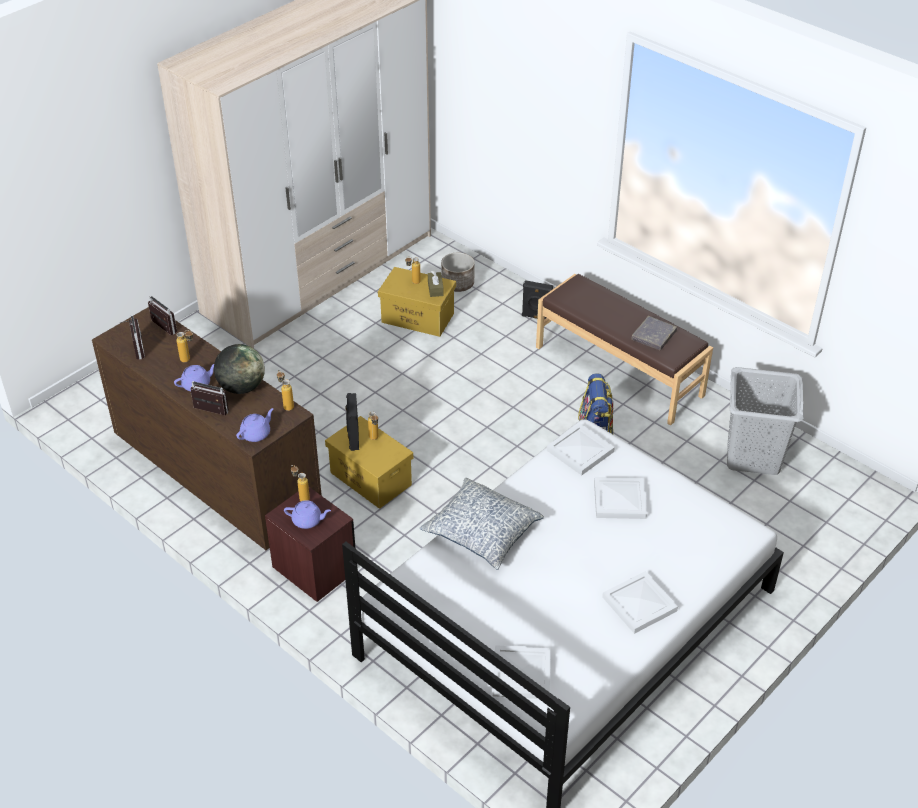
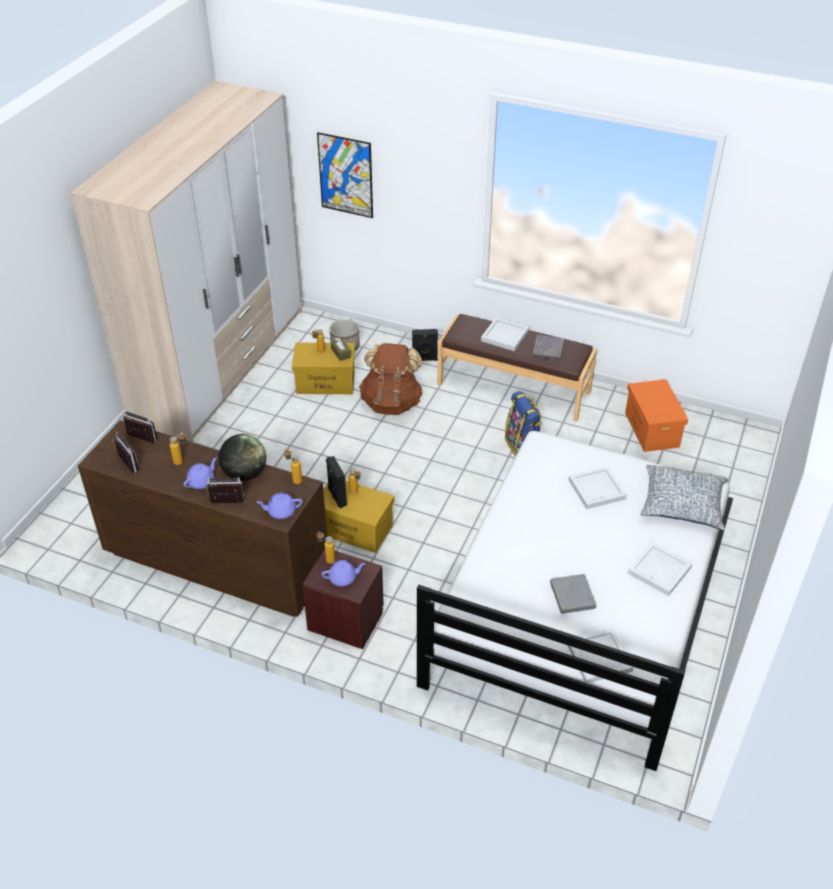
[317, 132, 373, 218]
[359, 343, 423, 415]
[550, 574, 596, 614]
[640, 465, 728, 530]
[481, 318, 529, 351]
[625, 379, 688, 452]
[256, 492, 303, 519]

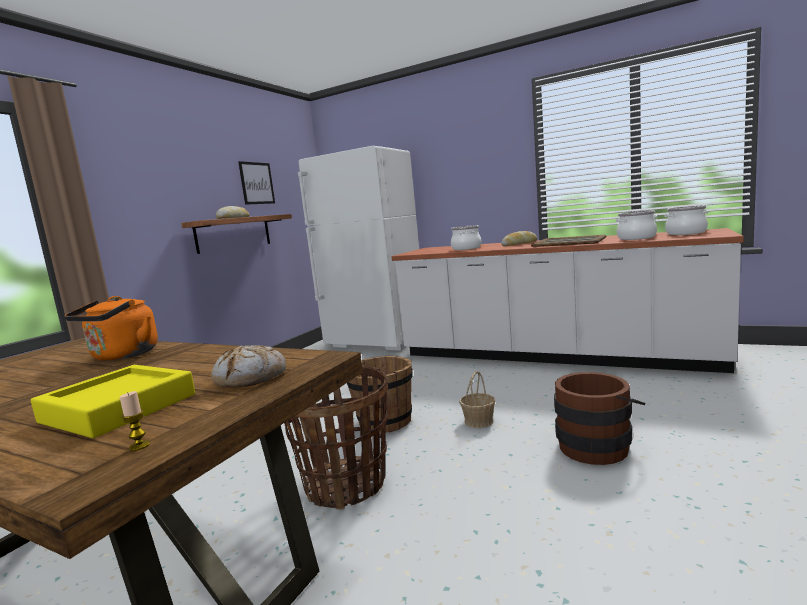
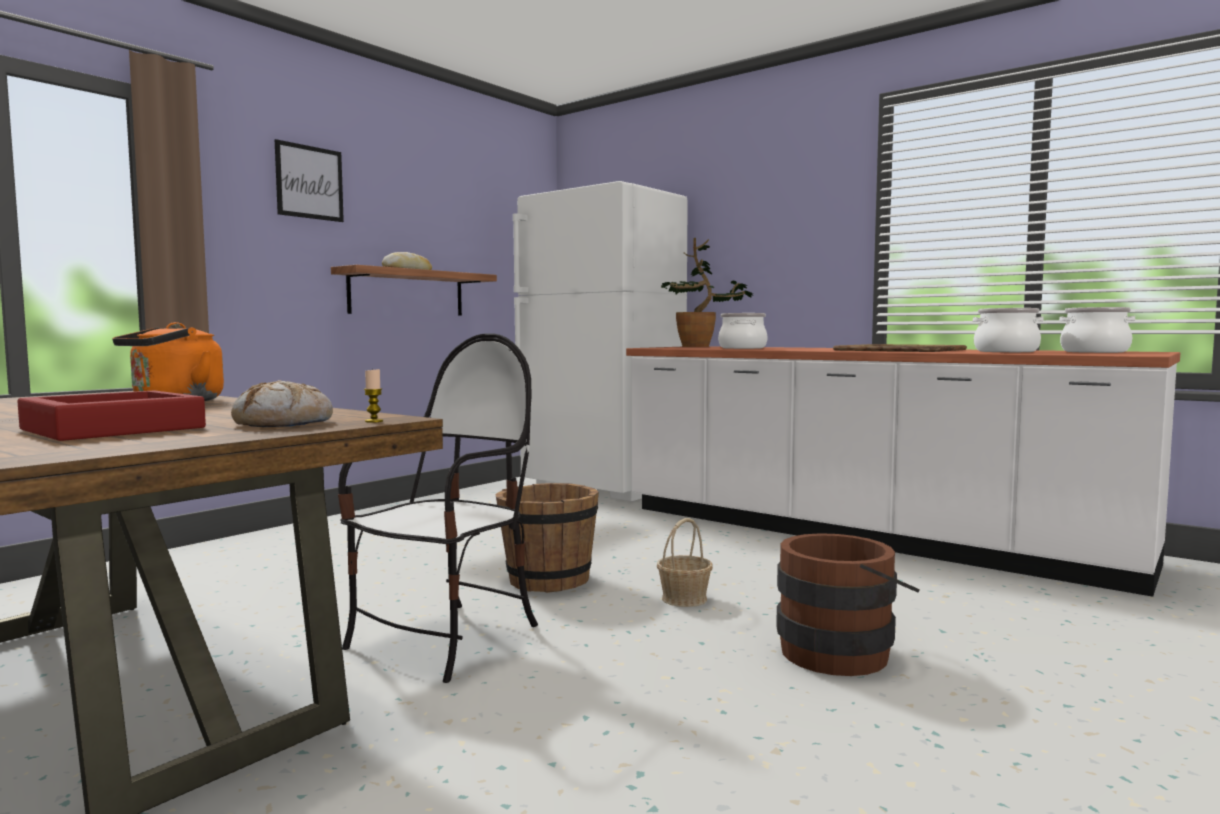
[501, 231, 537, 246] (first image)
[661, 238, 753, 347]
[364, 368, 383, 423]
[275, 139, 344, 222]
[338, 334, 538, 683]
[17, 390, 206, 441]

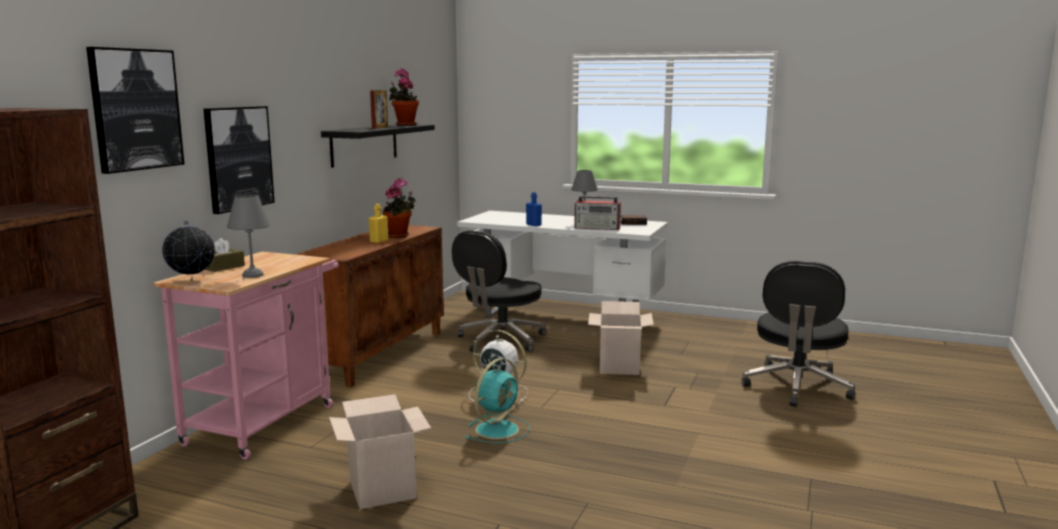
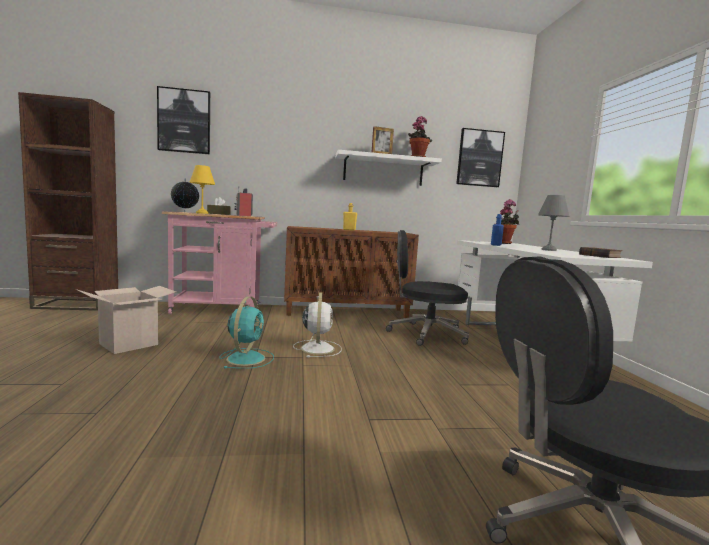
[588, 301, 654, 375] (first image)
[456, 128, 505, 187]
[500, 199, 519, 244]
[234, 186, 253, 217]
[190, 165, 215, 214]
[335, 150, 442, 186]
[219, 296, 274, 369]

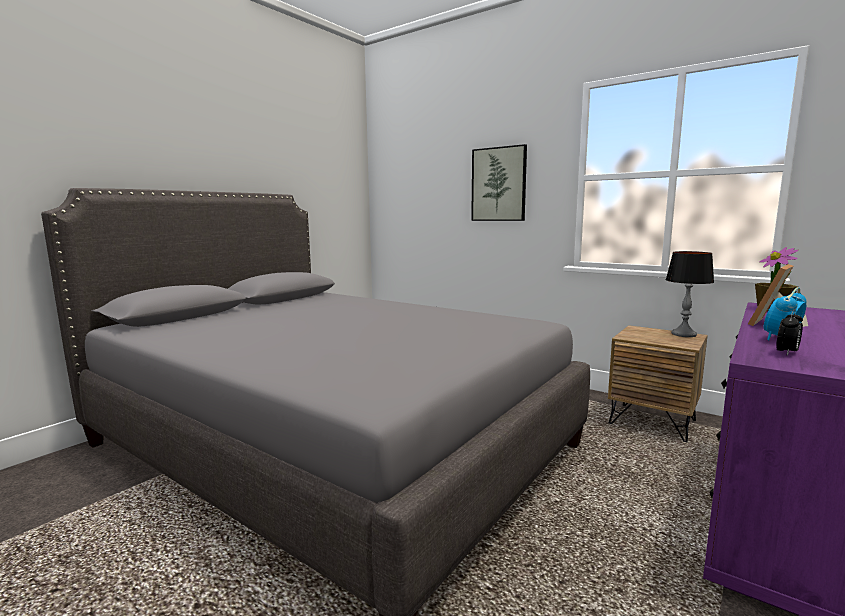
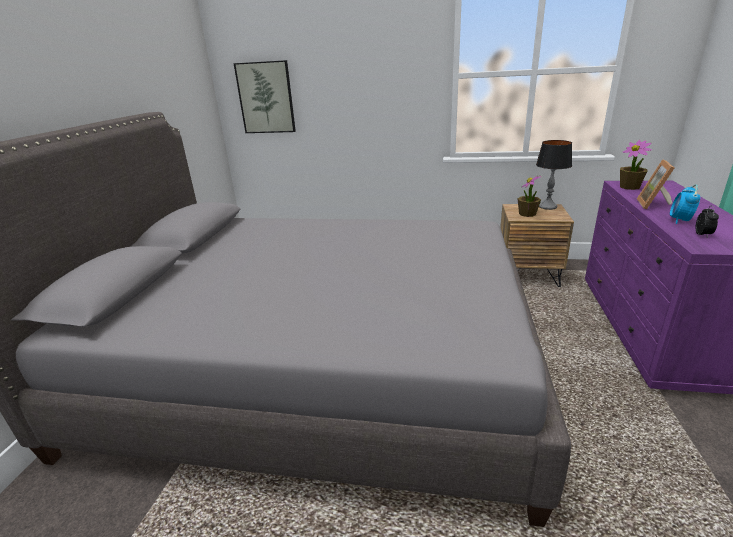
[518, 176, 541, 217]
[234, 60, 296, 133]

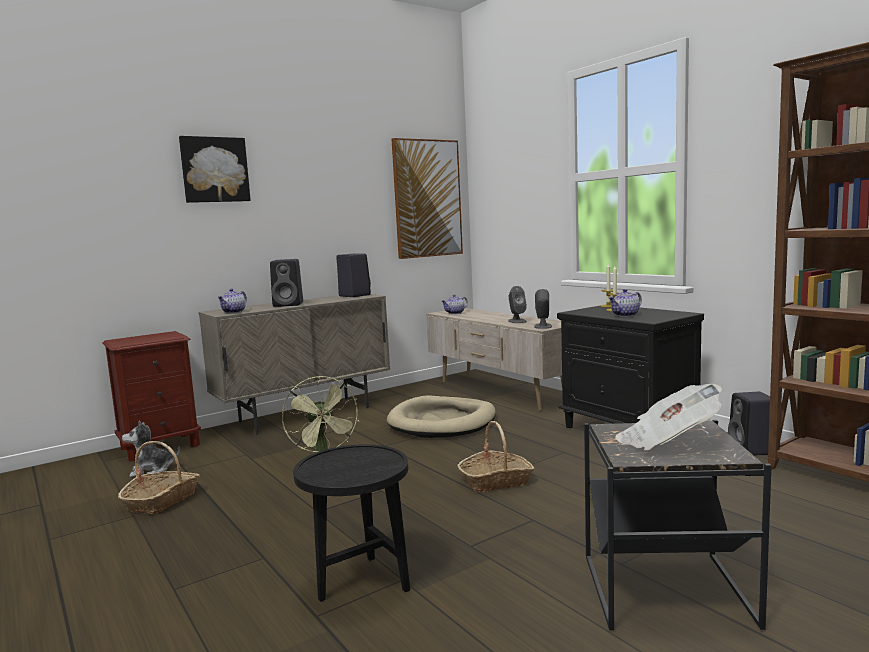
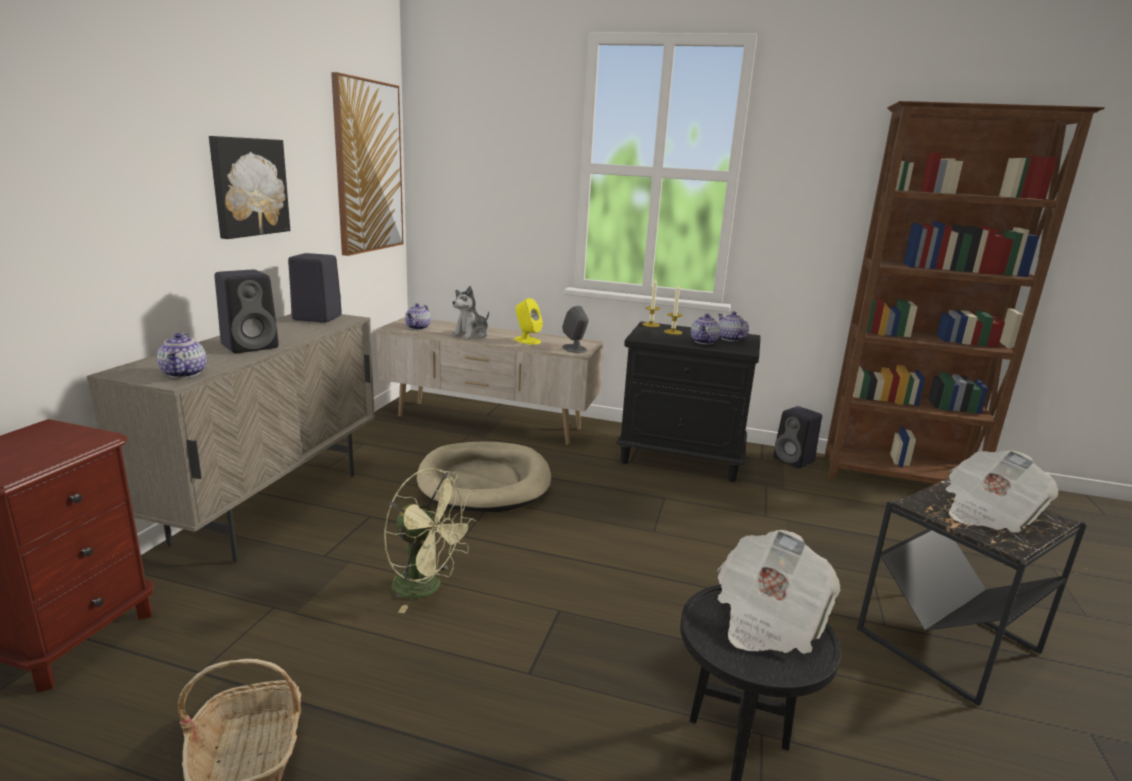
[458, 421, 535, 492] (first image)
[717, 530, 841, 654]
[718, 312, 749, 341]
[451, 286, 489, 340]
[209, 136, 290, 239]
[514, 298, 543, 345]

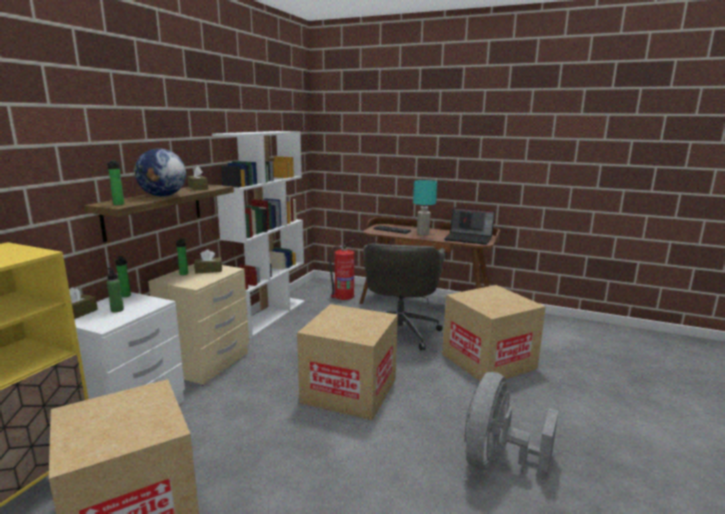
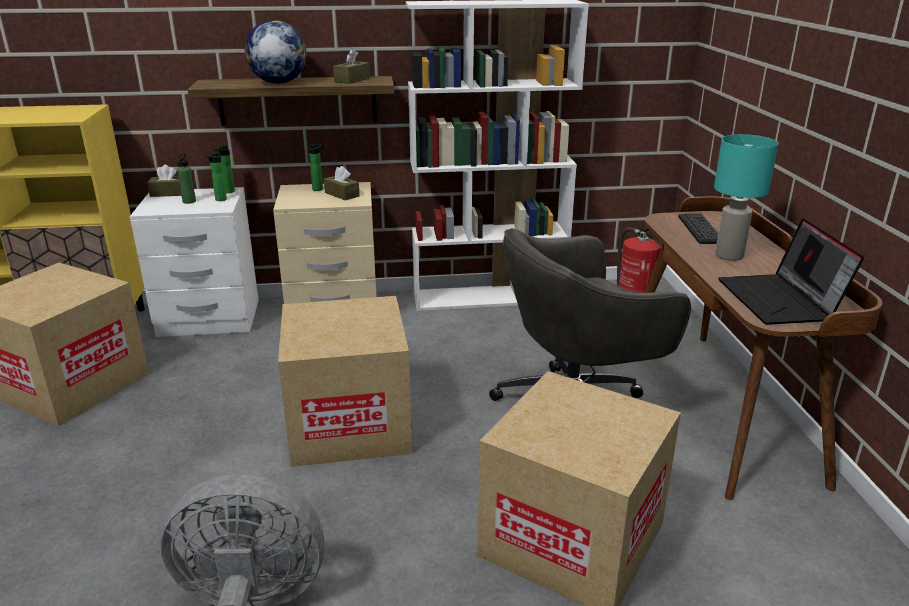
[204, 152, 227, 201]

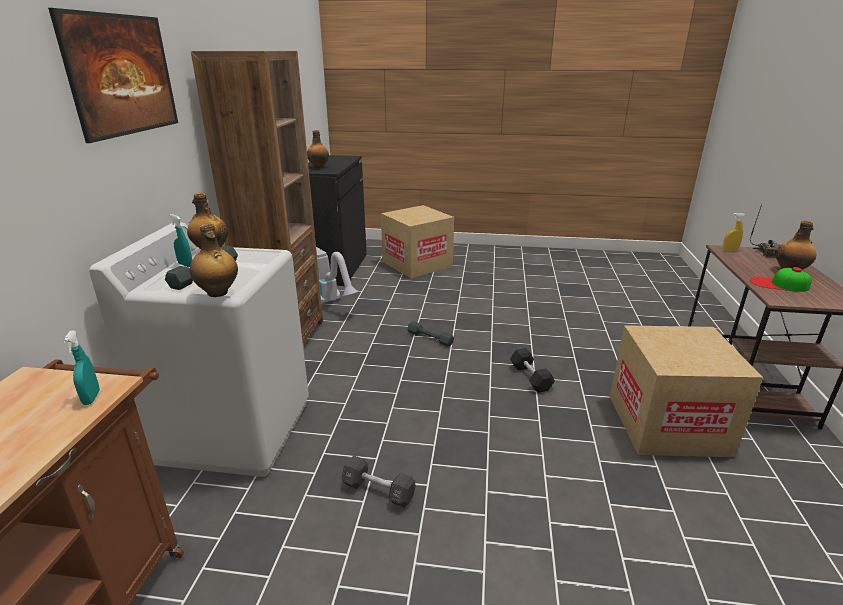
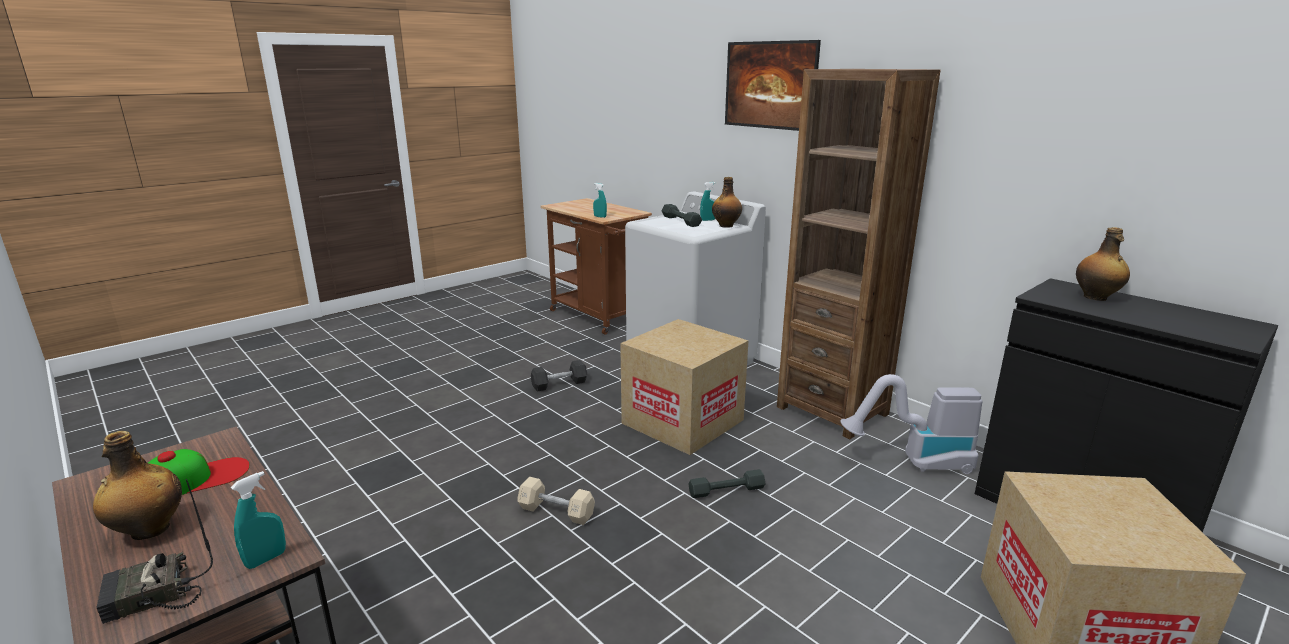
[190, 224, 238, 297] (first image)
[620, 319, 748, 455]
[517, 476, 595, 525]
[231, 471, 286, 569]

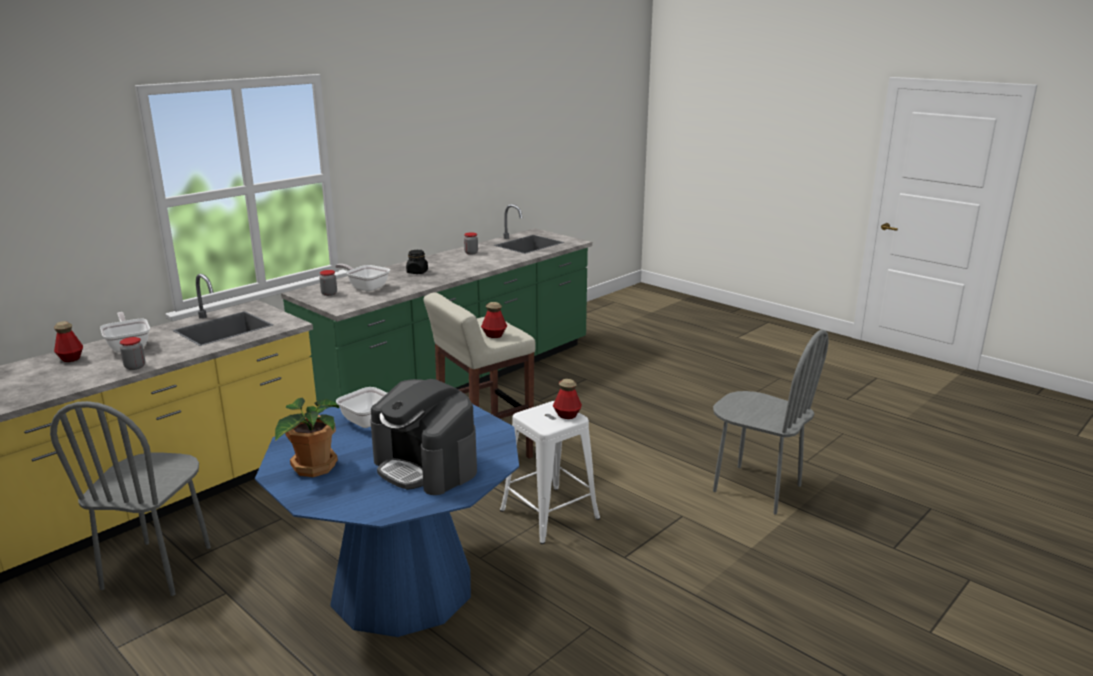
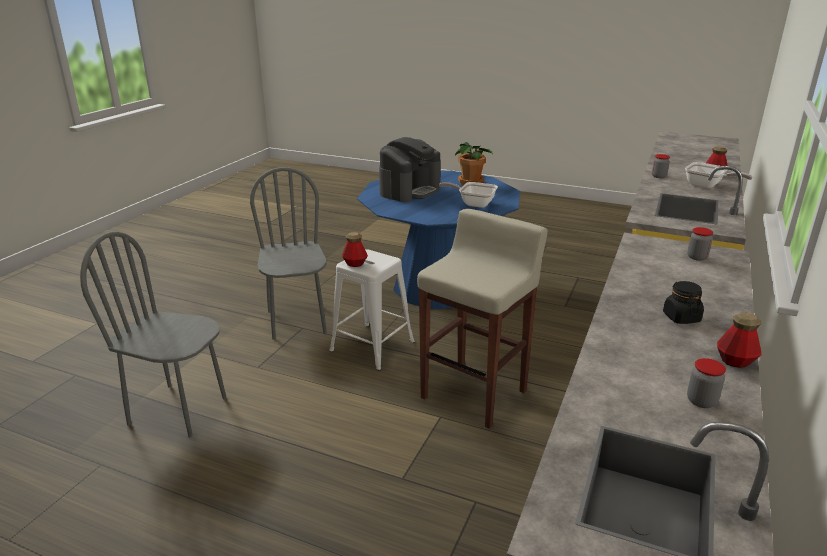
[335, 264, 390, 291] (first image)
[250, 167, 327, 340]
[717, 313, 761, 368]
[379, 137, 441, 202]

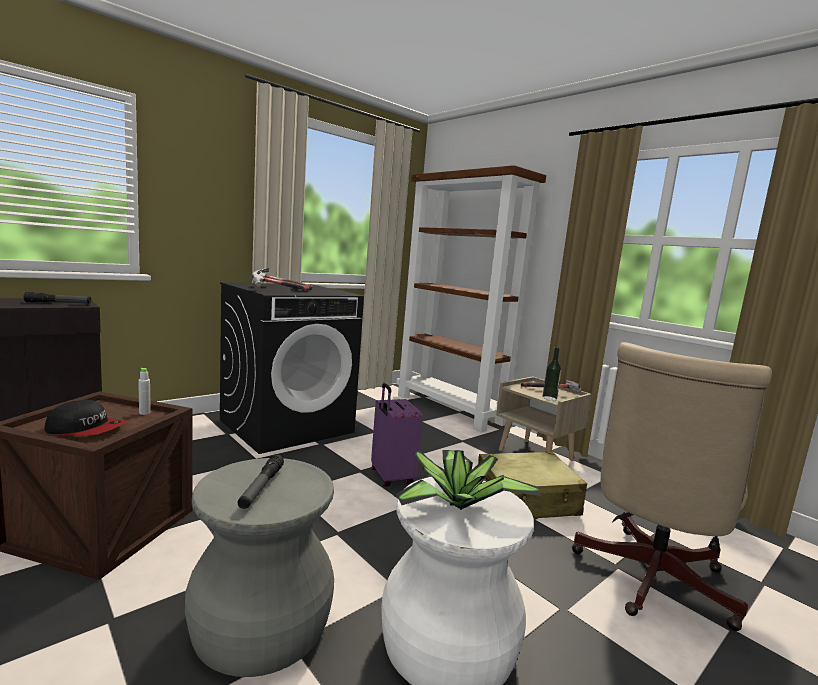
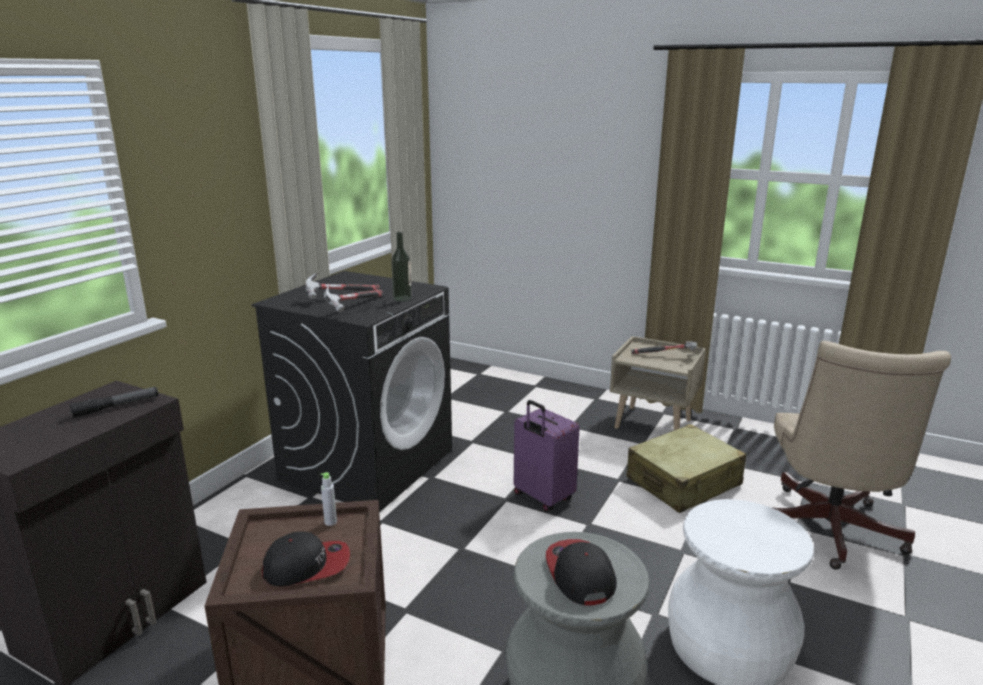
[393, 450, 541, 510] (first image)
[396, 165, 546, 432] (first image)
[391, 232, 412, 301]
[546, 539, 617, 606]

